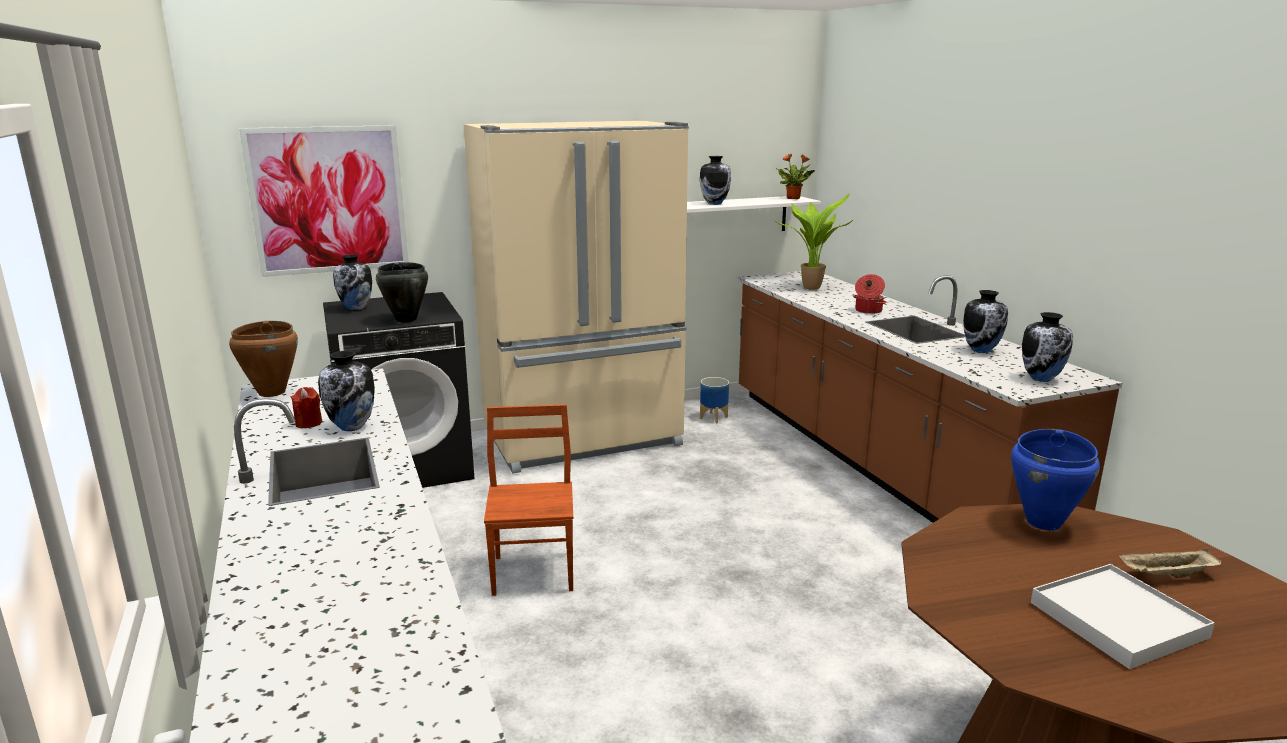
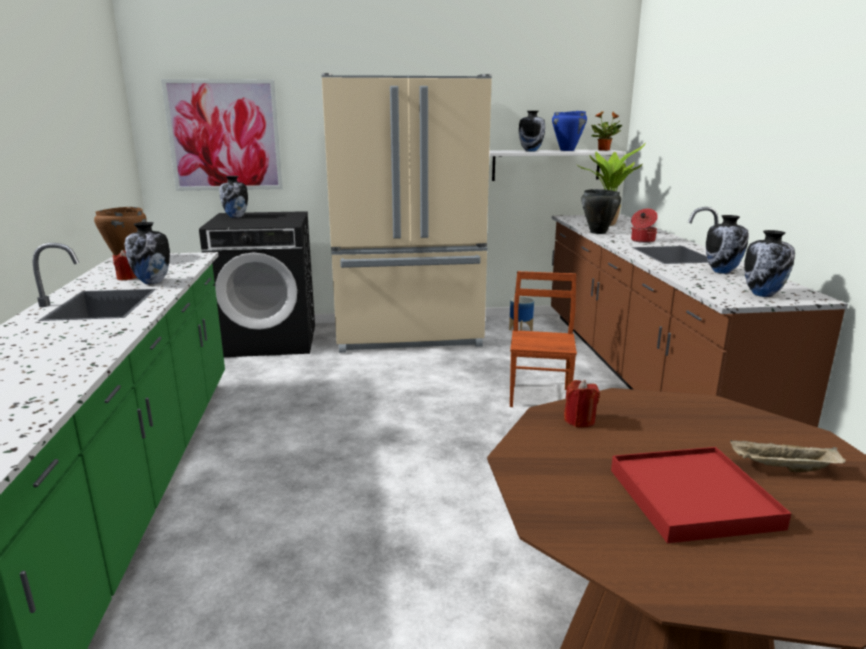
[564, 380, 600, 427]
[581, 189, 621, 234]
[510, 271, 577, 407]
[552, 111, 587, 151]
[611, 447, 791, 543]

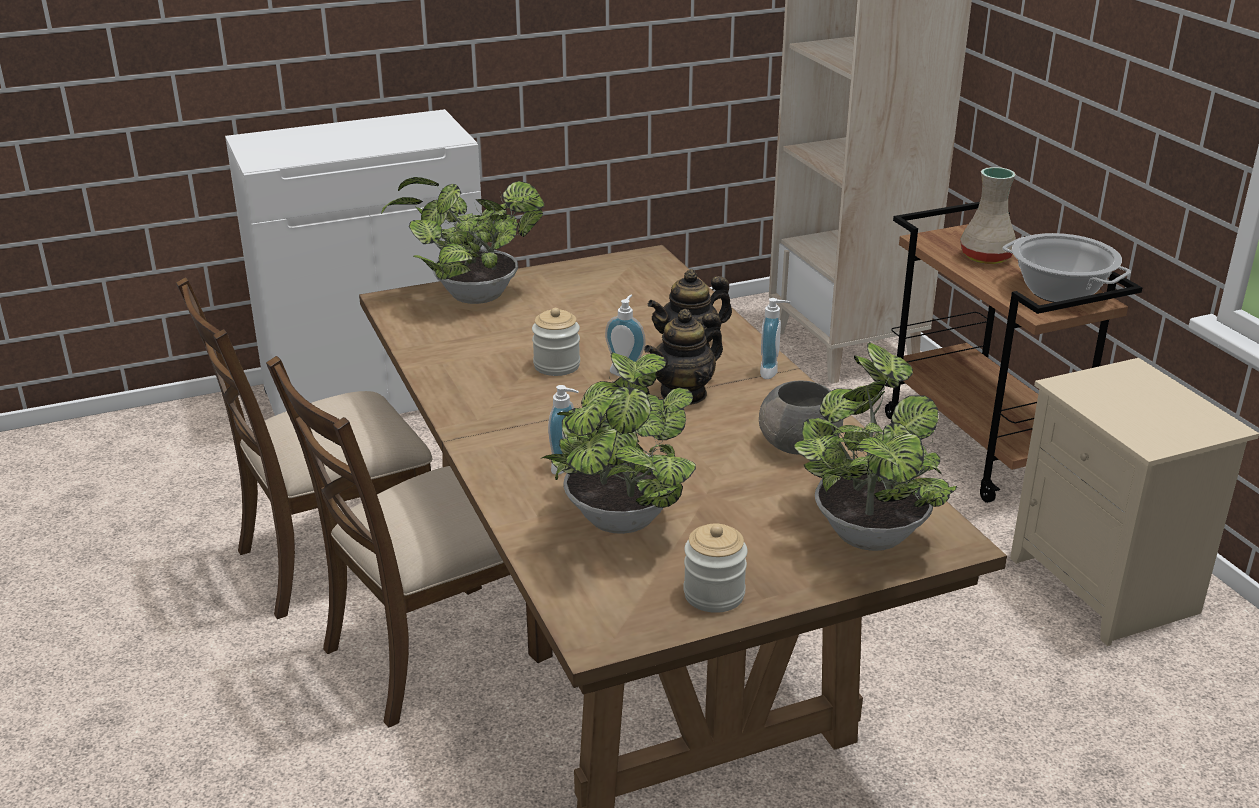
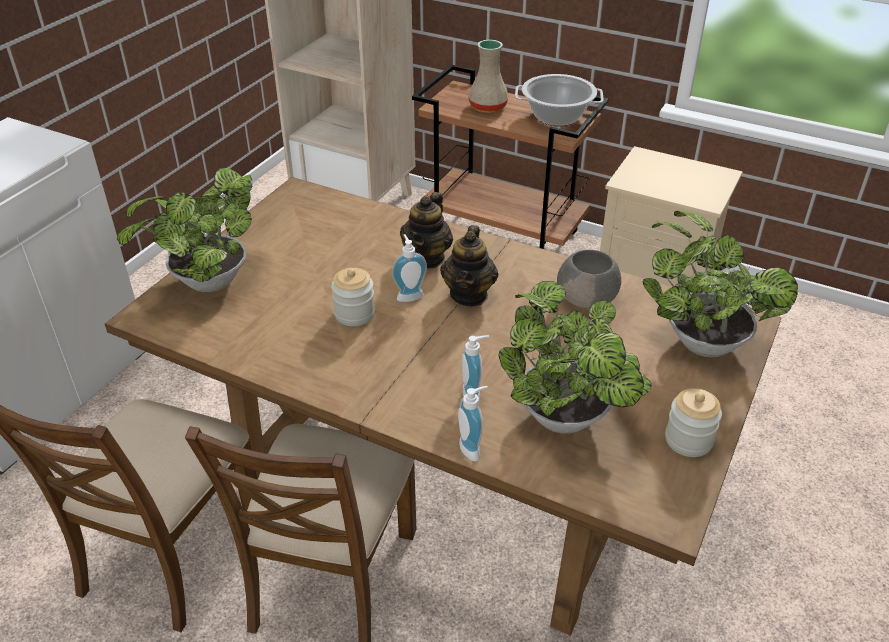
[458, 386, 488, 461]

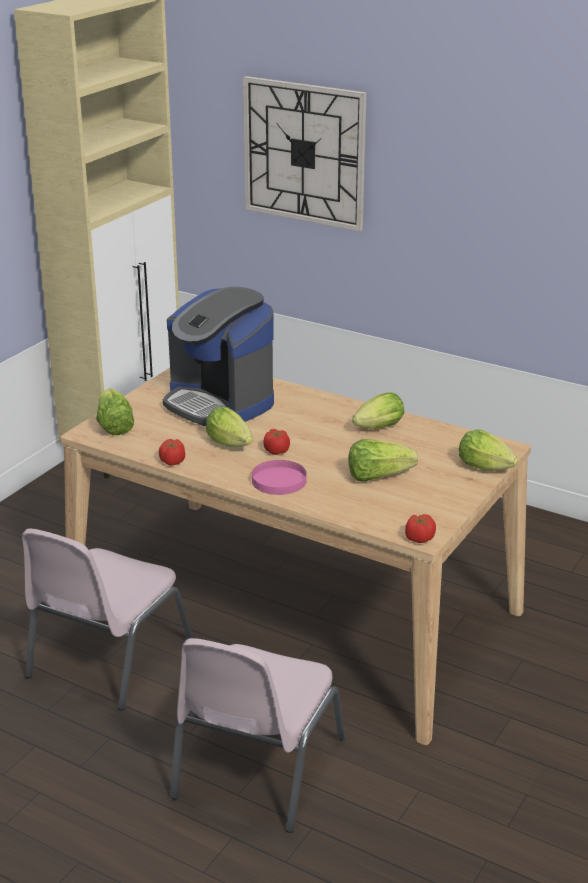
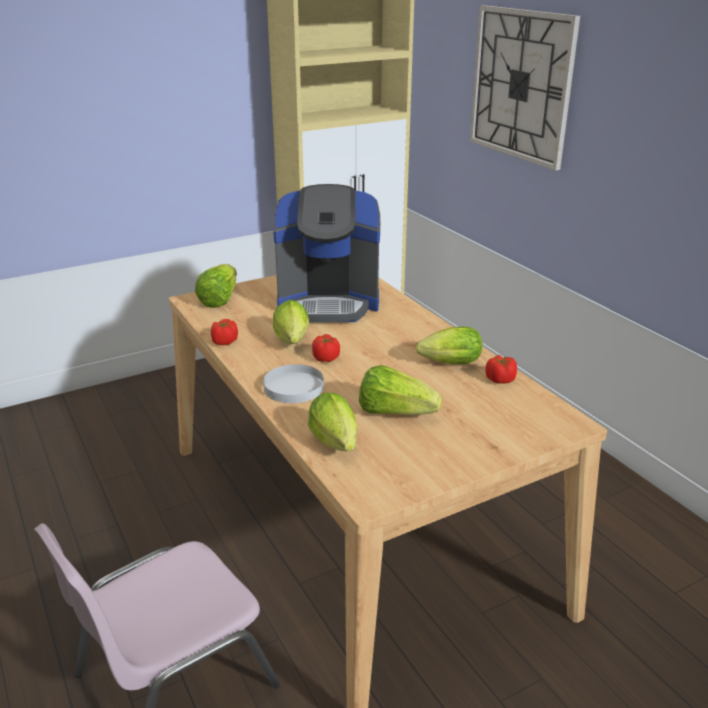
[22, 529, 193, 710] (first image)
[485, 355, 517, 384]
[308, 393, 358, 451]
[263, 364, 324, 403]
[273, 184, 380, 322]

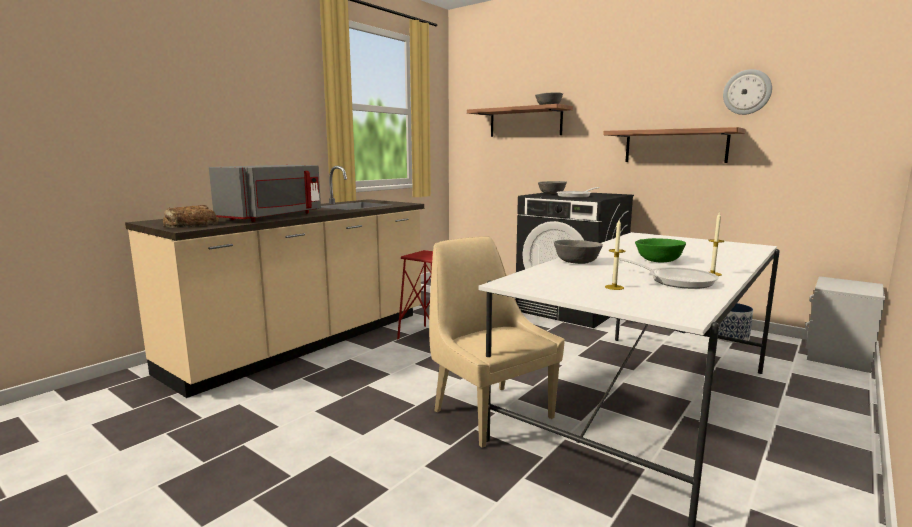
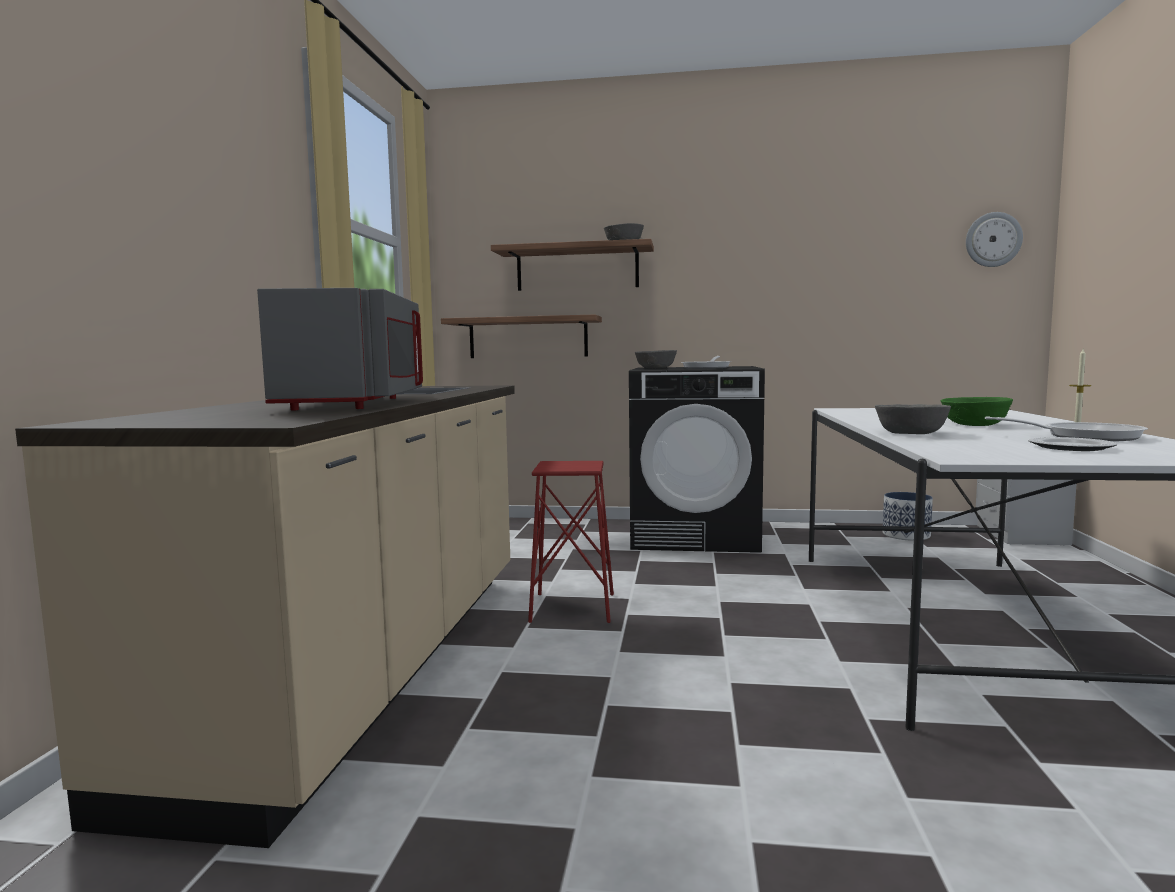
[163, 205, 219, 228] (first image)
[429, 236, 565, 448] (first image)
[441, 315, 602, 358]
[966, 212, 1023, 267]
[1028, 437, 1117, 451]

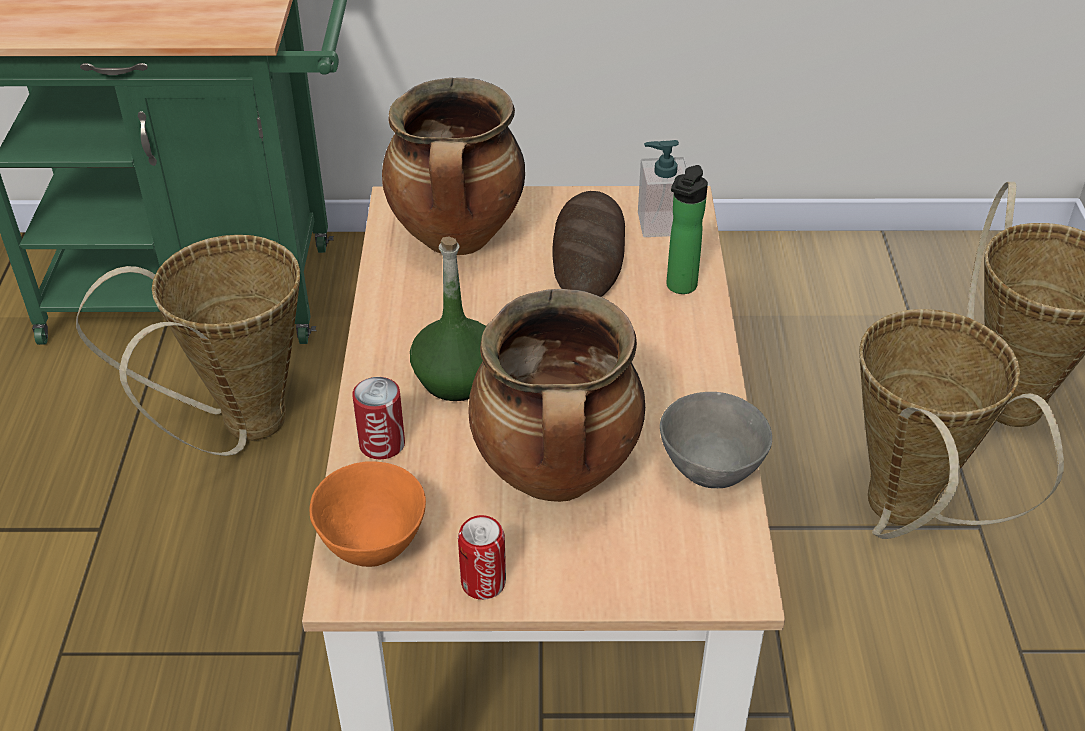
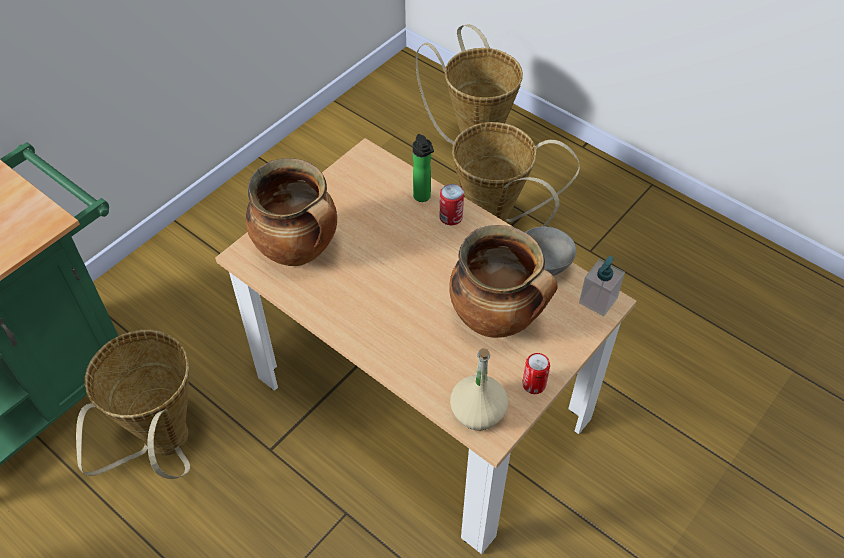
[410, 237, 486, 401] (first image)
[552, 191, 625, 297] (first image)
[440, 184, 464, 225]
[579, 256, 625, 316]
[450, 348, 508, 431]

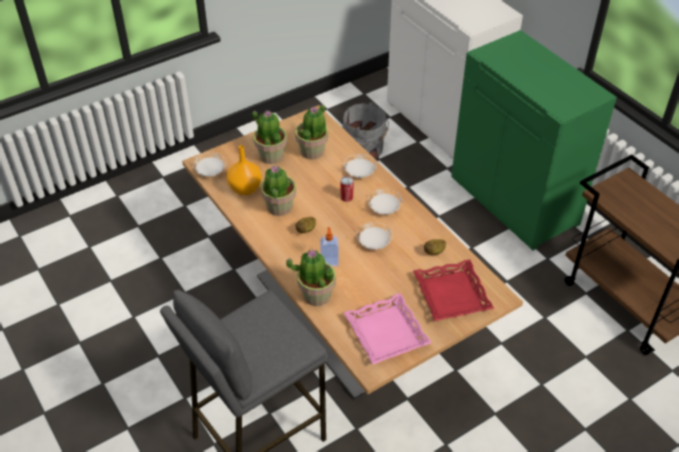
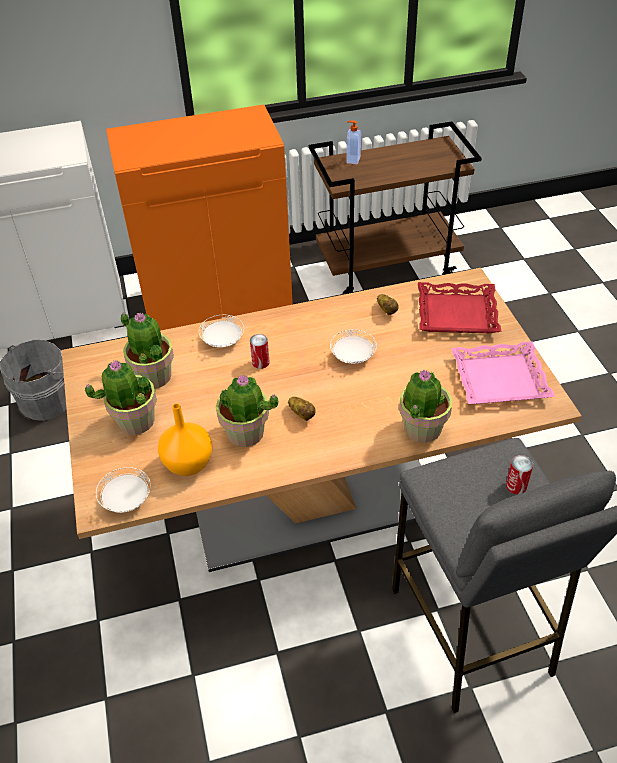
[368, 189, 402, 215] (first image)
[506, 455, 533, 495]
[346, 120, 361, 164]
[106, 104, 293, 331]

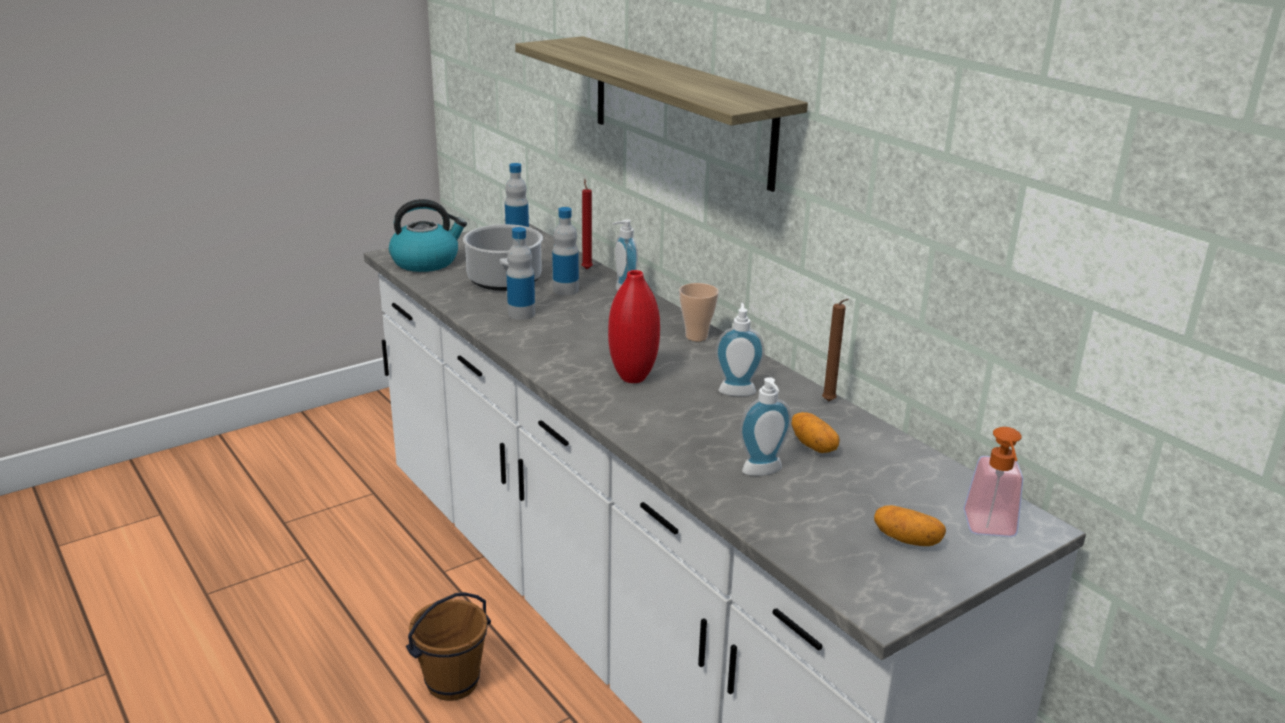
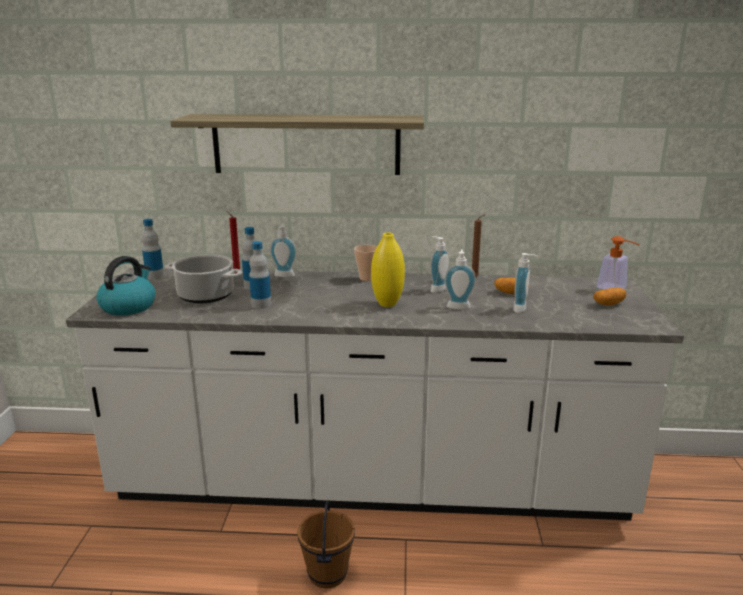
[444, 249, 476, 310]
[371, 232, 405, 307]

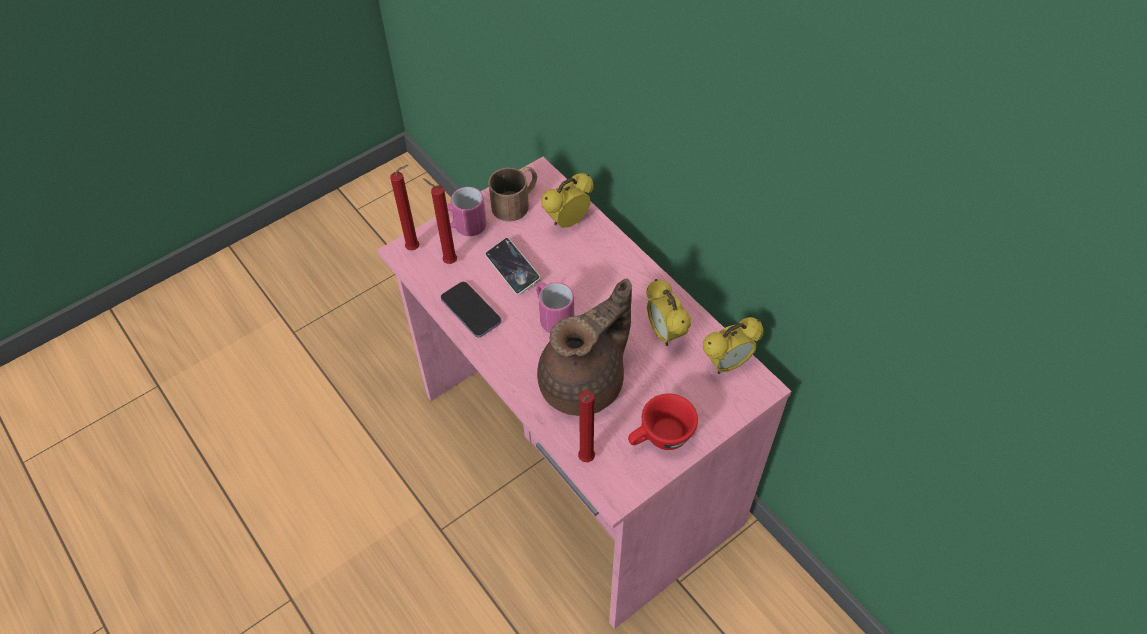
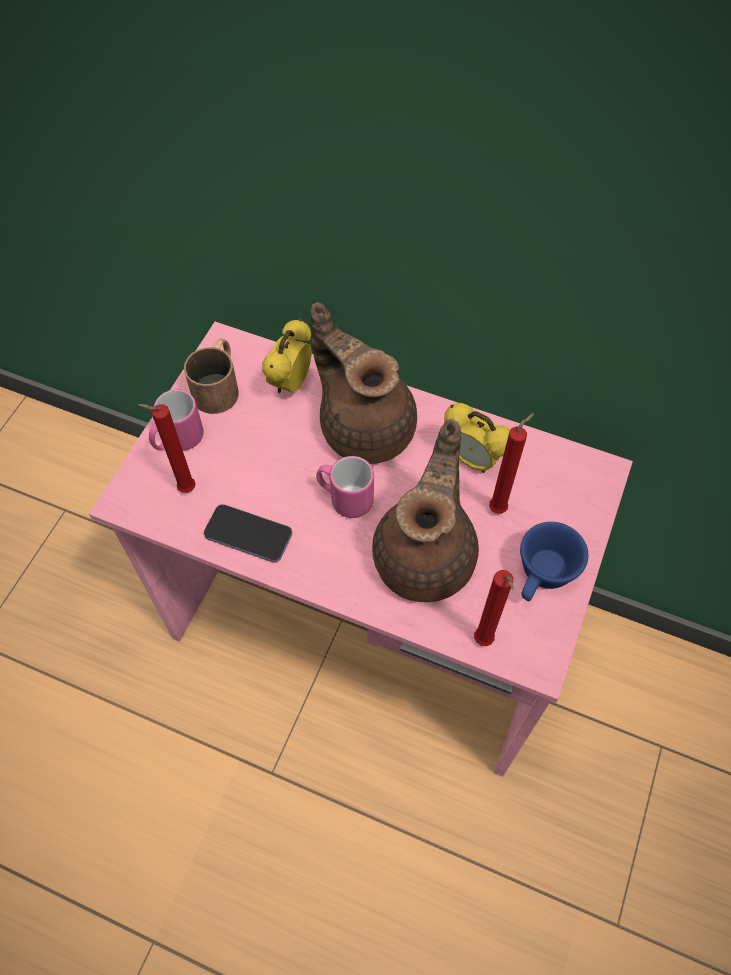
[485, 238, 541, 295] (first image)
[703, 317, 764, 374] (first image)
[311, 302, 417, 464]
[489, 413, 534, 514]
[520, 522, 588, 601]

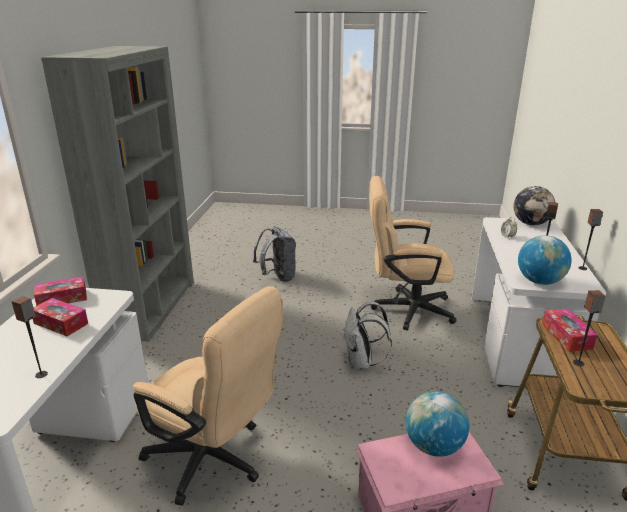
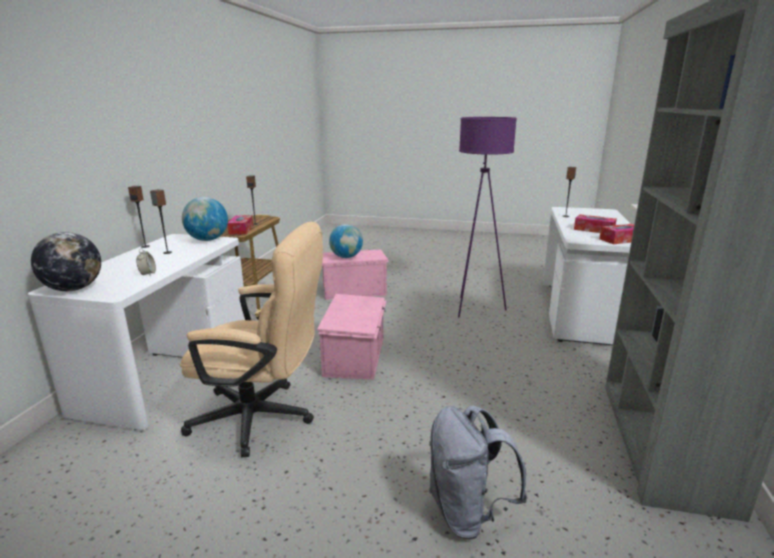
[458, 117, 517, 317]
[317, 294, 386, 380]

